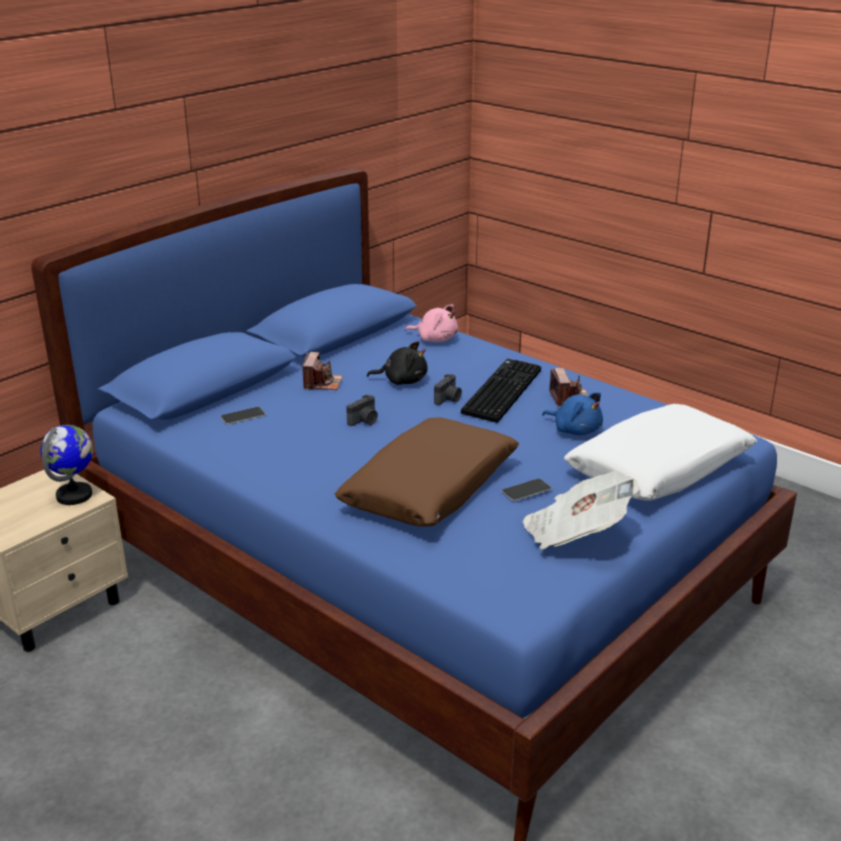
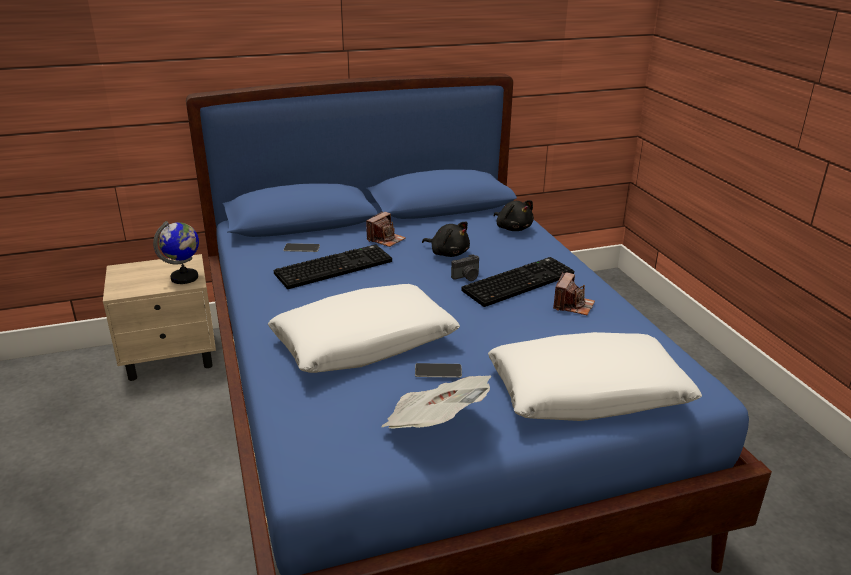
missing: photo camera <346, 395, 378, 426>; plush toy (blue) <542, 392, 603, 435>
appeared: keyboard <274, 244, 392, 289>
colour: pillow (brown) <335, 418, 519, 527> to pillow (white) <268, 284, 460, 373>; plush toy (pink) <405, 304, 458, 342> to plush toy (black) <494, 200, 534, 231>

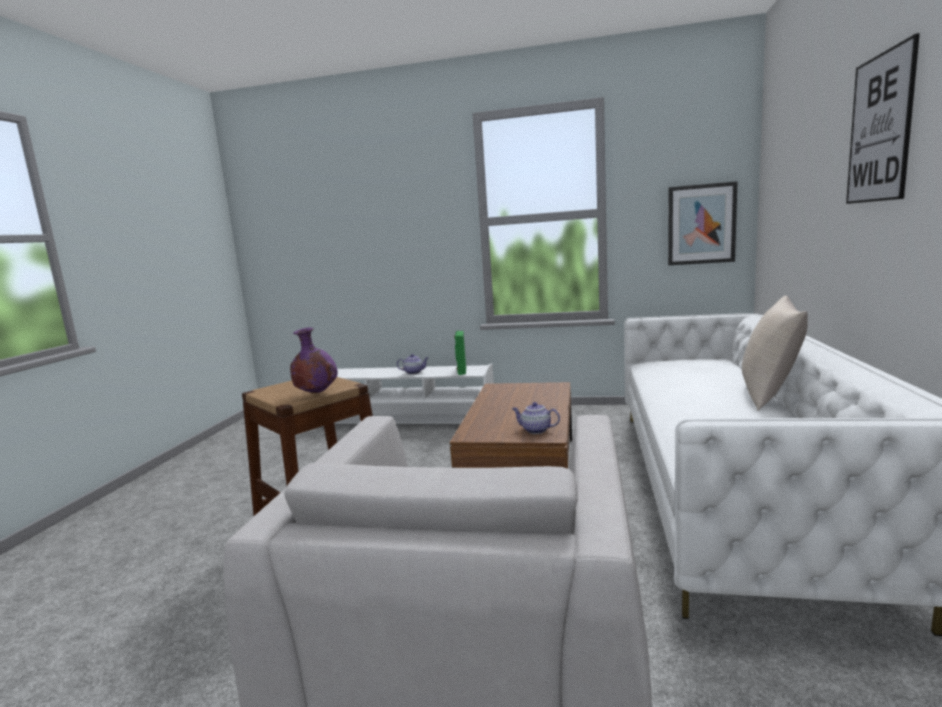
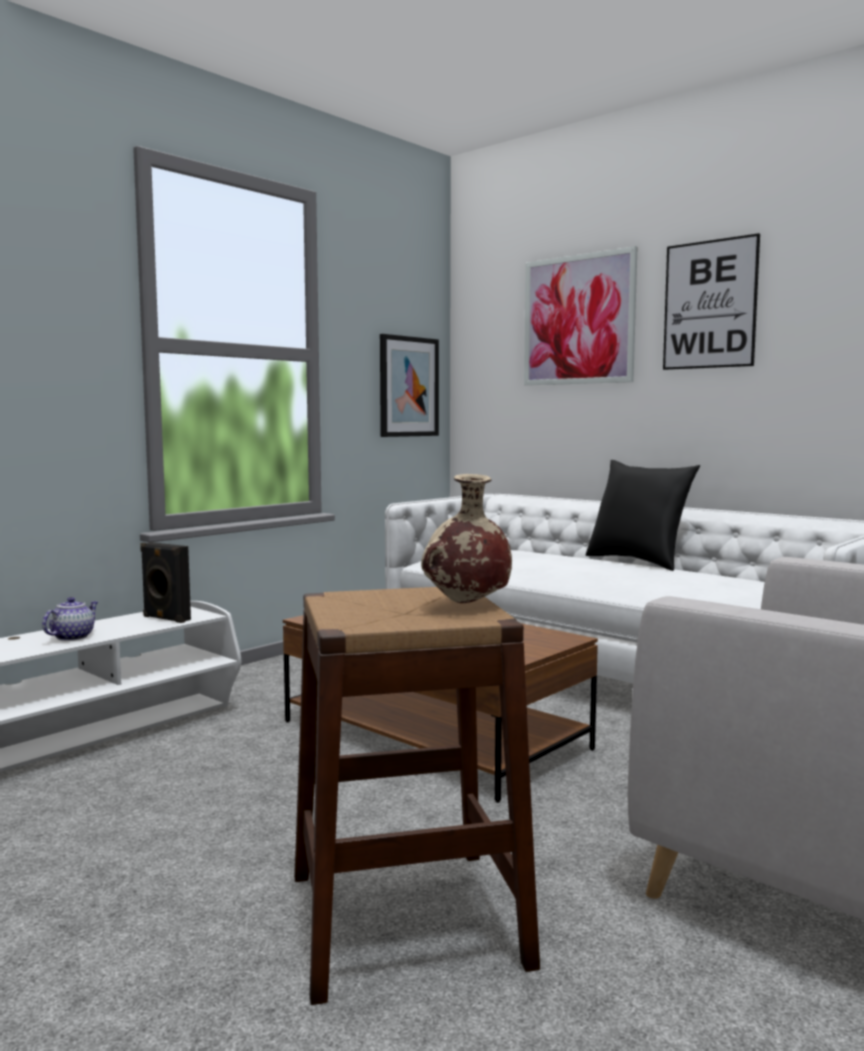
missing: teapot <512, 402, 560, 434>
appeared: picture <524, 246, 637, 385>
colour: vase (purple) <290, 327, 338, 393> to vase (beige) <421, 474, 512, 603>; speaker (green) <454, 331, 466, 375> to speaker (black) <140, 542, 191, 623>; pillow (beige) <742, 296, 808, 411> to pillow (black) <586, 460, 700, 571>

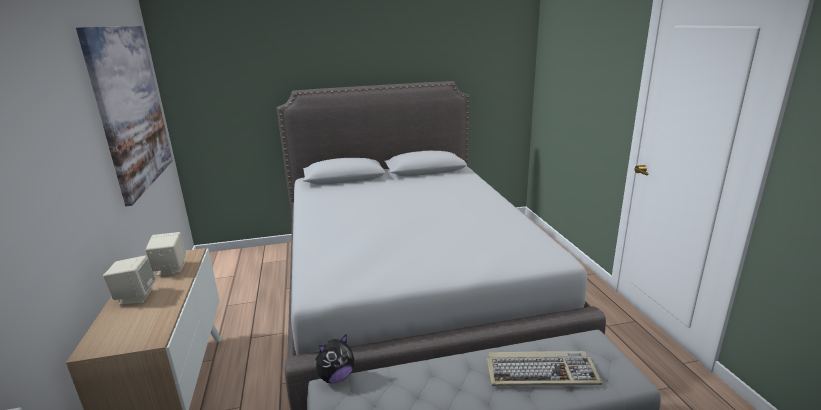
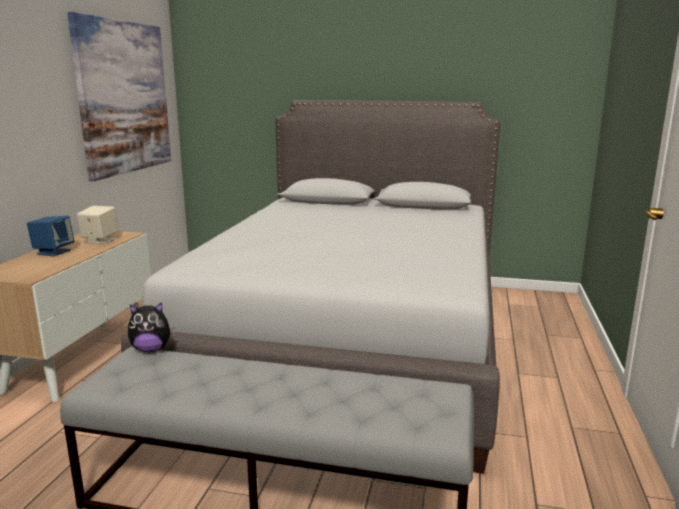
missing: keyboard <487, 351, 602, 386>
colour: speaker (beige) <103, 256, 156, 305> to speaker (blue) <27, 216, 74, 256>

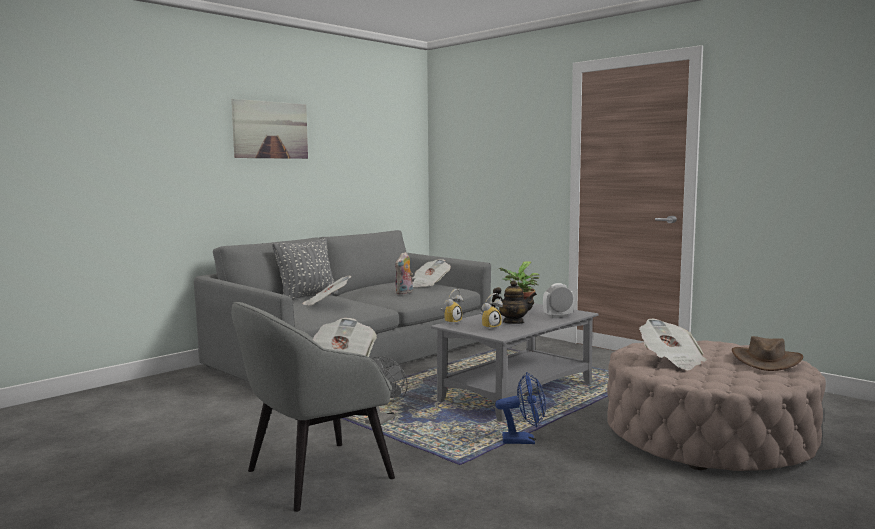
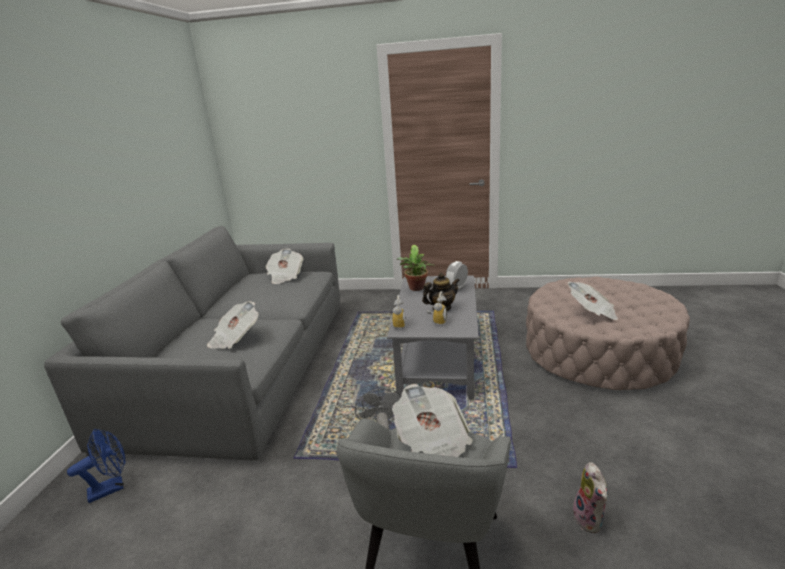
missing: picture <232, 99, 308, 159>; pillow (grey) <272, 238, 338, 299>; hat (brown) <732, 336, 803, 371>
relocated: plush toy <395, 252, 413, 294> to <573, 462, 609, 533>; fan (blue) <495, 372, 546, 444> to <67, 429, 126, 503>

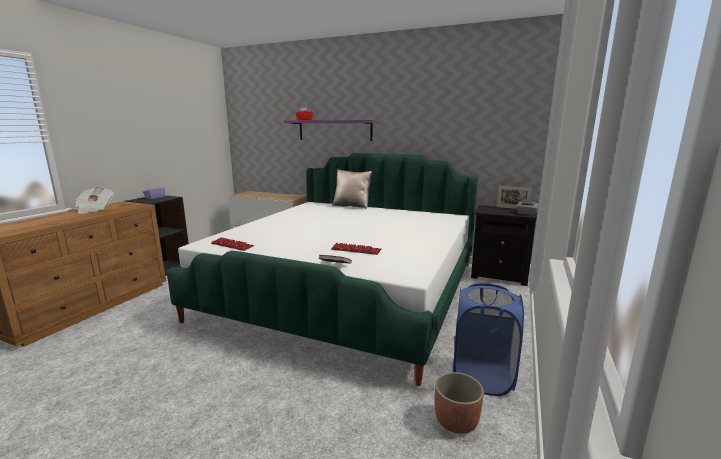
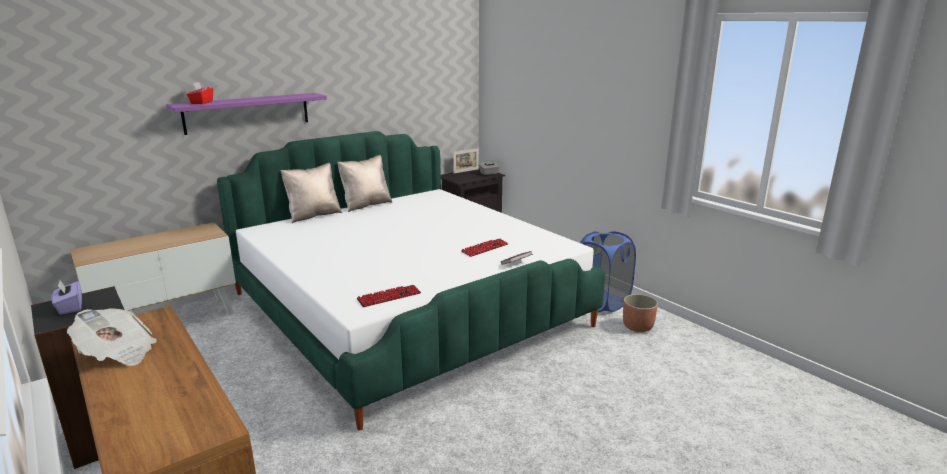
appeared: pillow (beige) <337, 155, 392, 212>

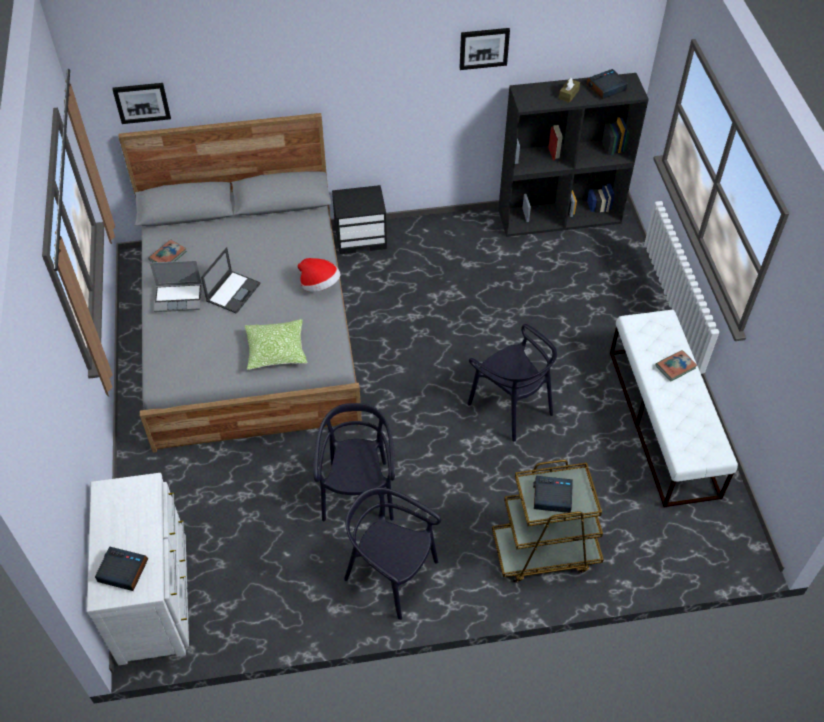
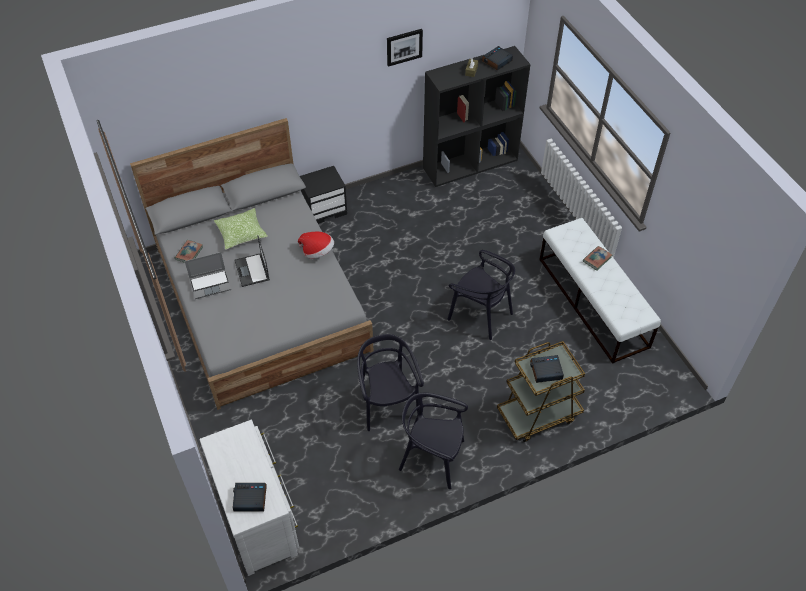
missing: picture <113, 83, 171, 124>
relocated: pillow <245, 319, 307, 370> to <214, 208, 268, 250>
spun: laptop <201, 247, 260, 314> = <234, 235, 270, 287> 150 degrees clockwise

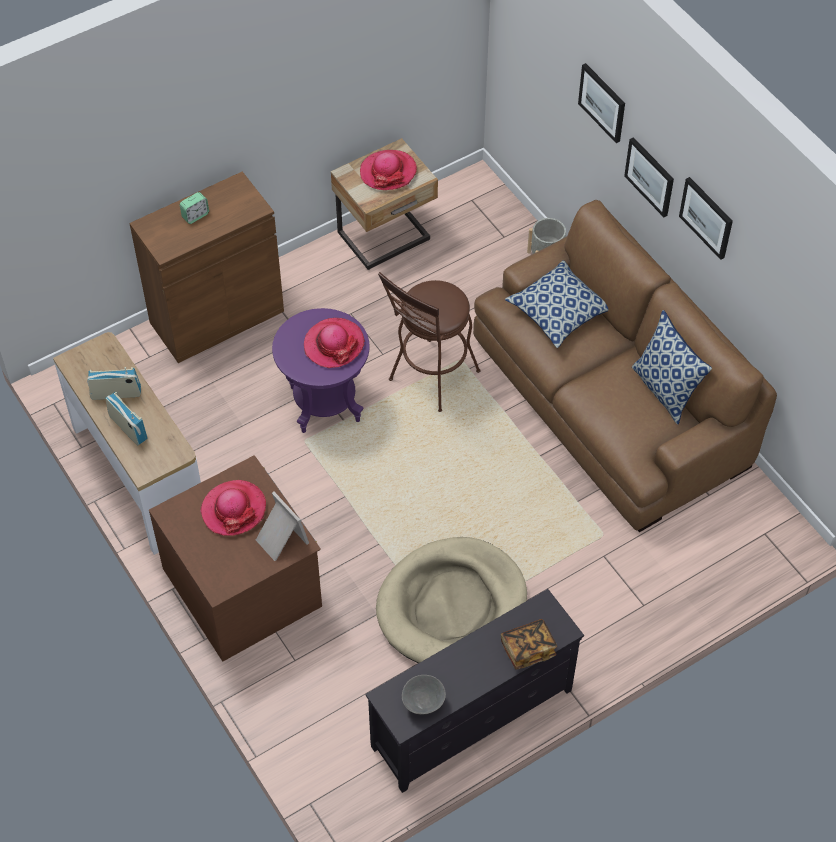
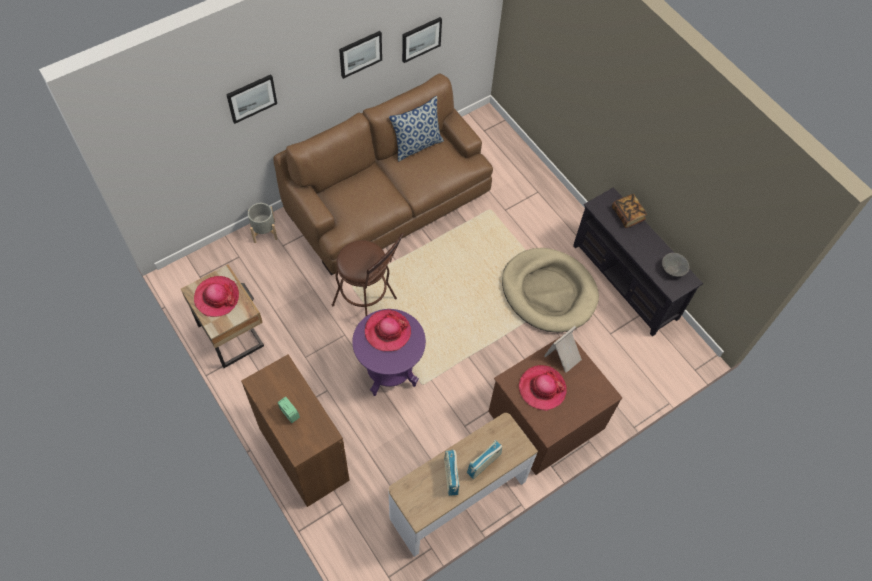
missing: pillow <505, 260, 609, 348>
relocated: picture <624, 137, 674, 217> to <402, 17, 442, 63>

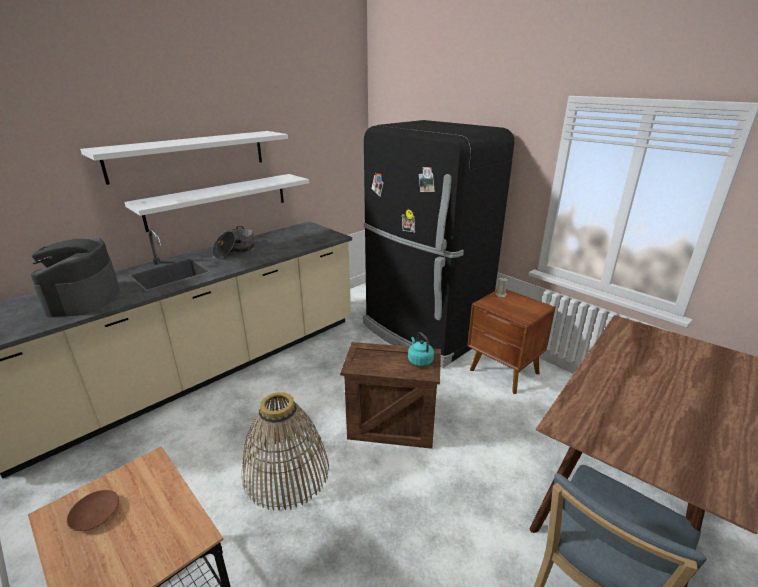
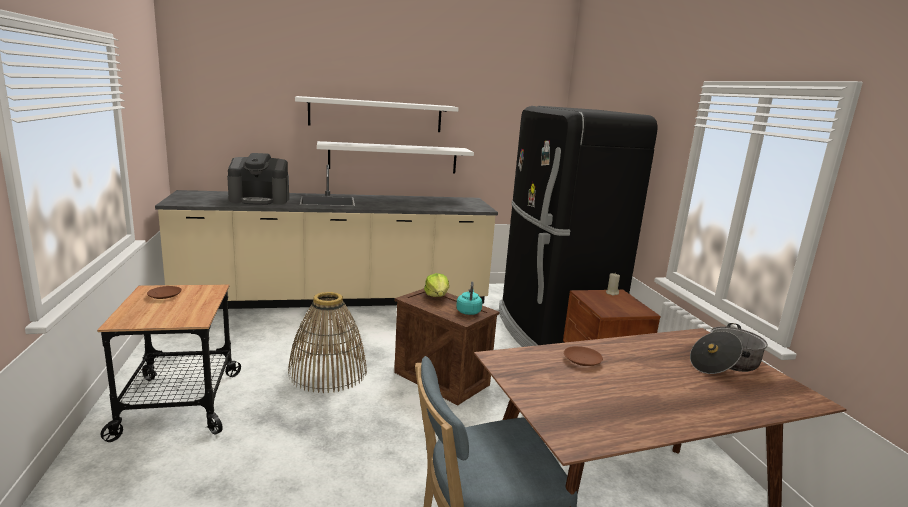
appeared: lettuce <424, 273, 449, 297>; plate (brown) <564, 346, 603, 366>
relocated: cooking pot <212, 226, 254, 259> to <690, 323, 768, 374>
spun: coffee machine <31, 238, 120, 317> = <227, 153, 289, 205> 120 degrees counterclockwise

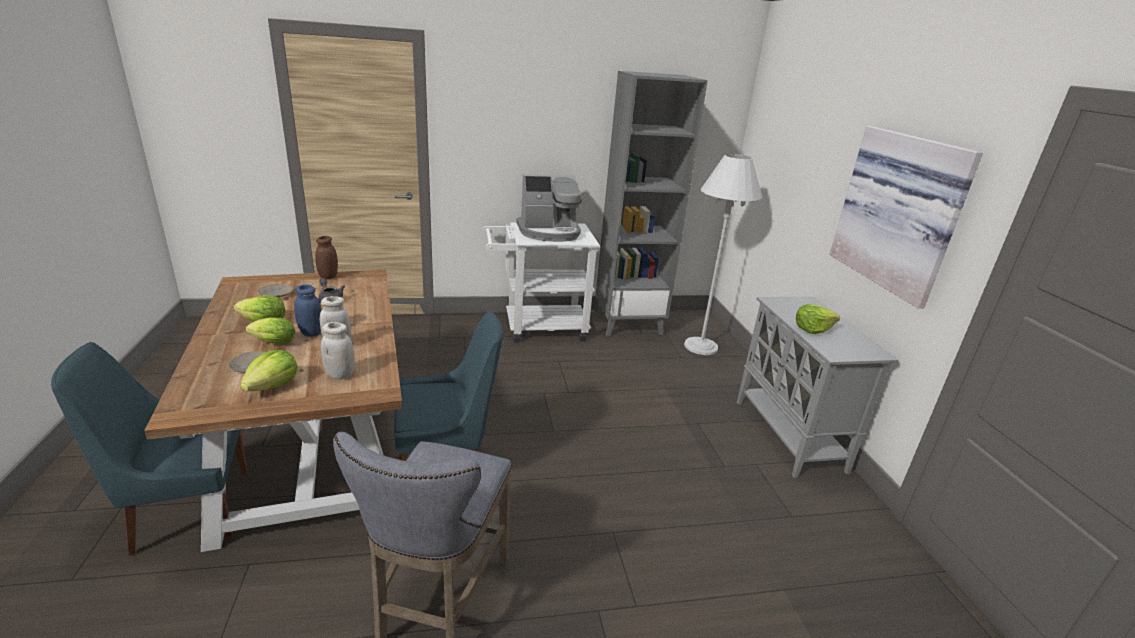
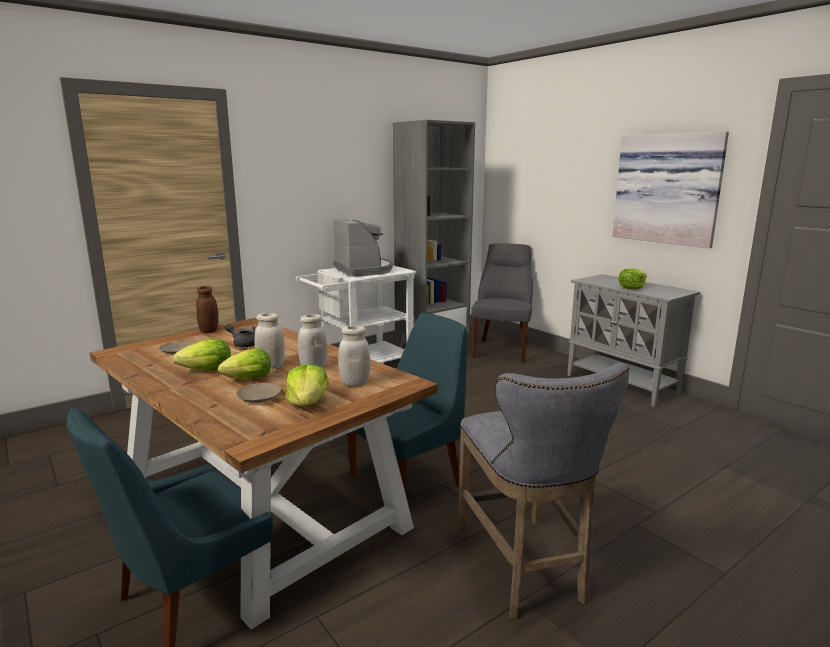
exchanged: floor lamp (white) <684, 154, 763, 355> to chair (grey) <471, 243, 533, 362>
colour: jar (blue) <294, 284, 322, 337> to jar (white) <255, 313, 285, 369>
spun: coffee machine <516, 174, 582, 242> = <333, 219, 393, 277> 75 degrees counterclockwise

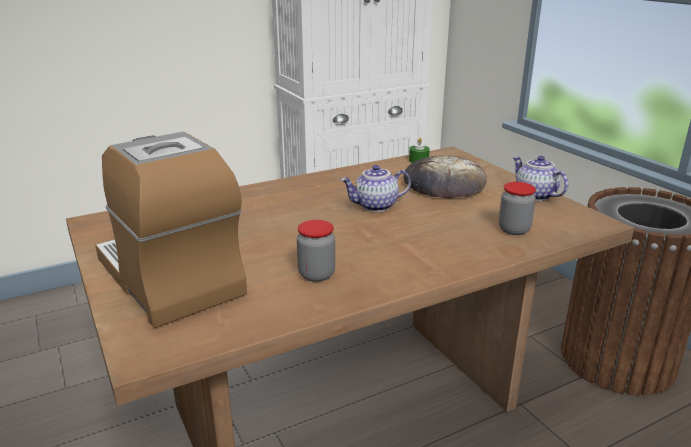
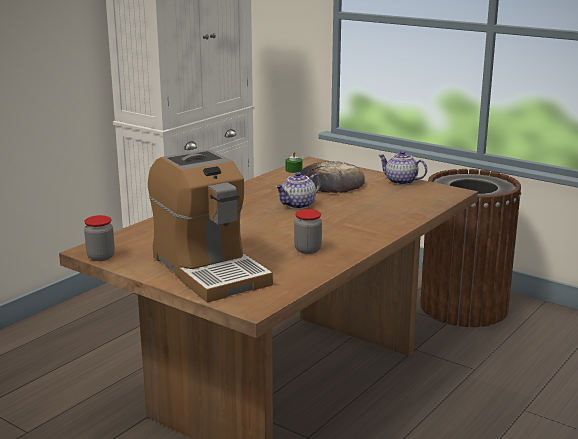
relocated: jar <499, 182, 536, 235> to <84, 215, 115, 261>
spun: coffee machine <95, 132, 247, 328> = <148, 149, 273, 303> 150 degrees counterclockwise

